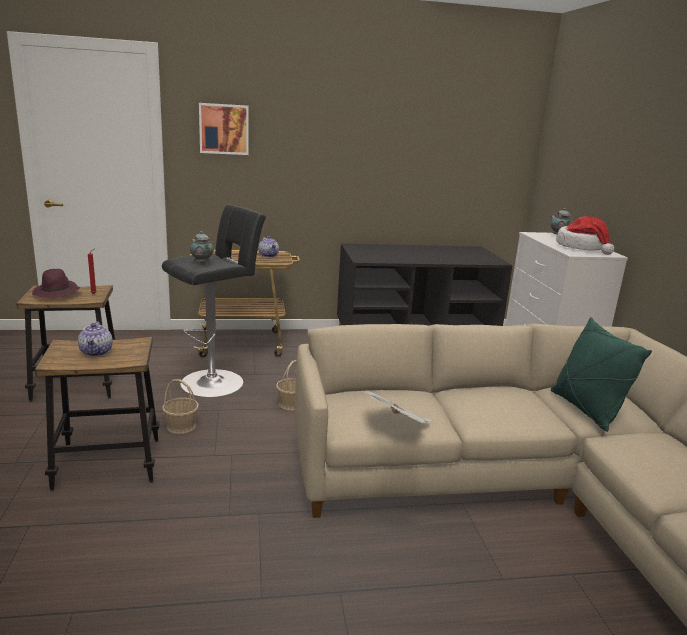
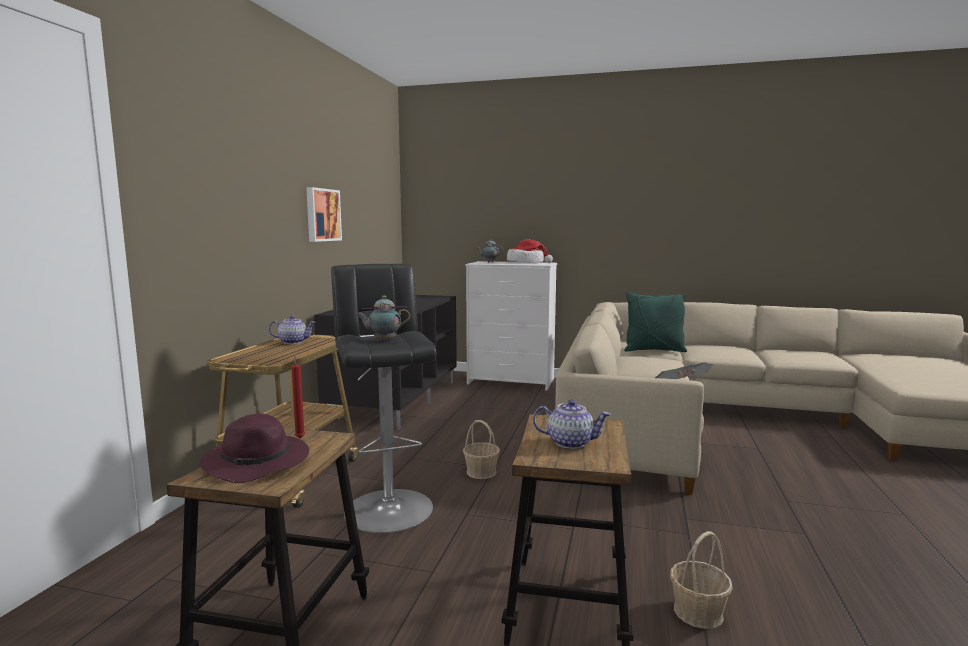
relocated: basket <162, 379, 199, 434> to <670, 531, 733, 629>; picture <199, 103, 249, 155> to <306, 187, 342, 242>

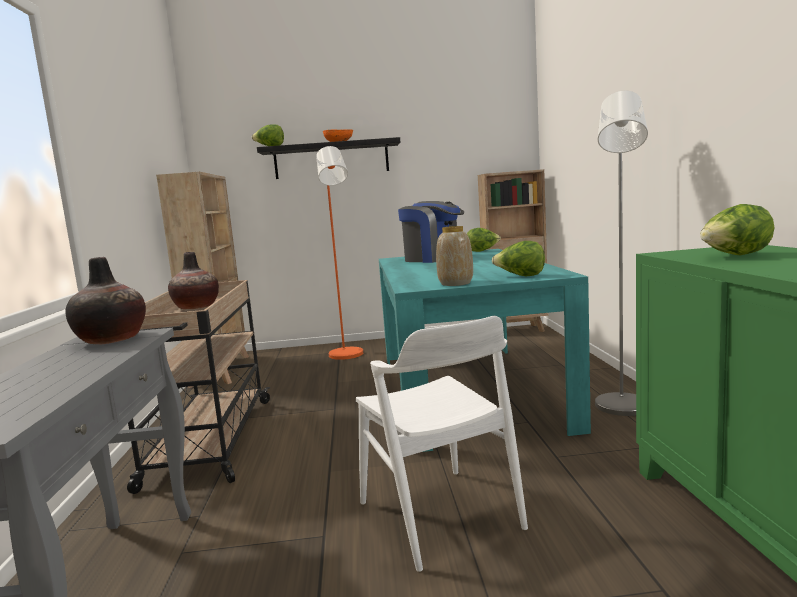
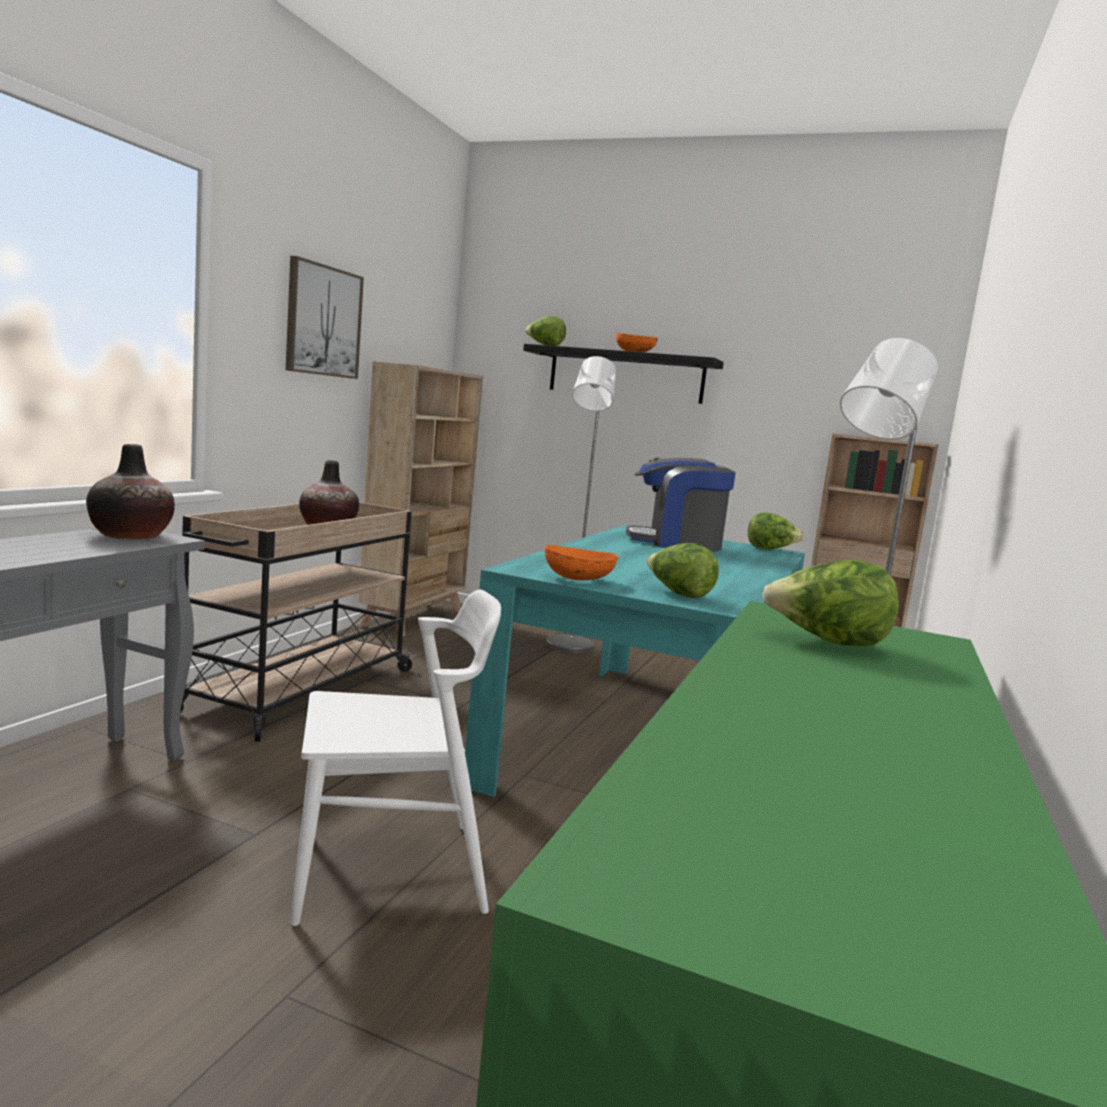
appeared: picture <286, 256, 364, 379>
exchanged: vase <436, 226, 473, 286> to bowl (orange) <544, 545, 619, 580>
colour: floor lamp (orange) <316, 146, 363, 360> to floor lamp (grey) <546, 356, 616, 653>
spun: chair (white) <356, 316, 528, 572> = <291, 589, 501, 926> 105 degrees counterclockwise; coffee machine <398, 201, 464, 263> = <626, 458, 736, 552> 120 degrees clockwise

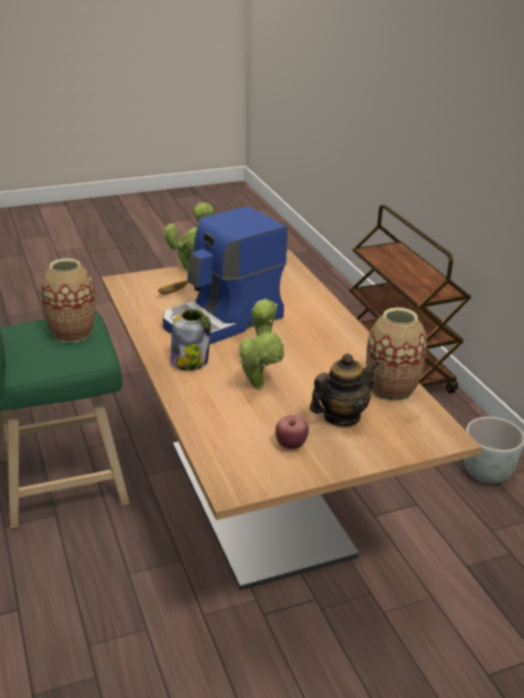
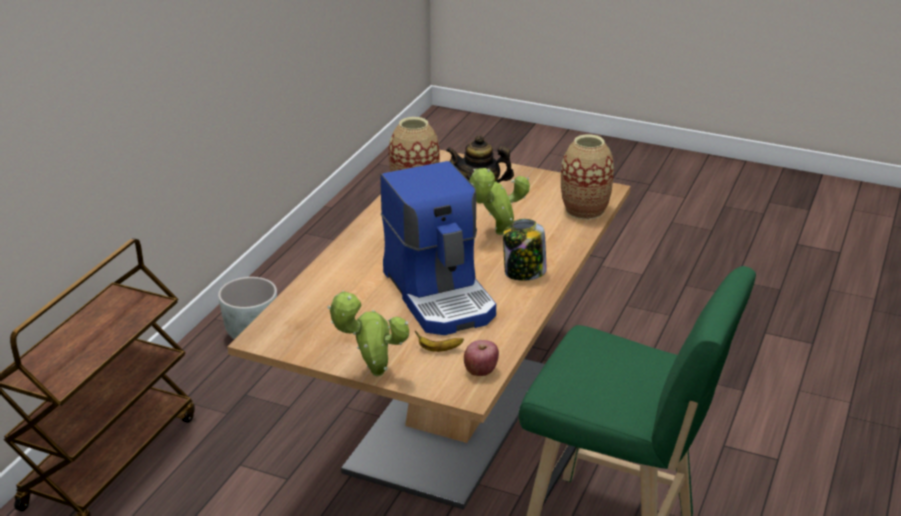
relocated: vase <41, 258, 96, 343> to <561, 134, 614, 220>; apple <275, 415, 309, 449> to <464, 340, 499, 376>
spun: coffee machine <163, 206, 288, 345> = <380, 161, 496, 335> 60 degrees clockwise

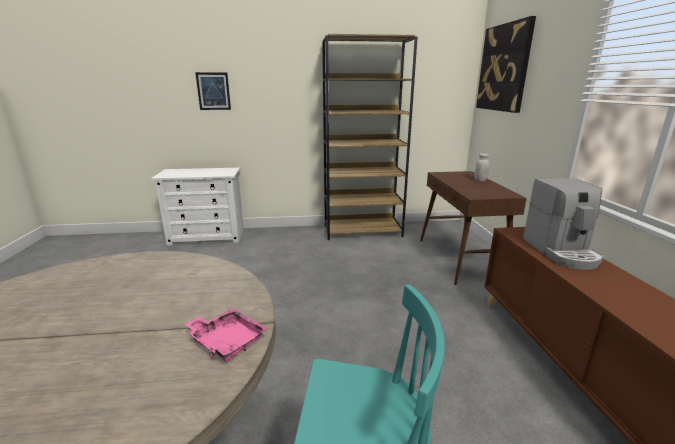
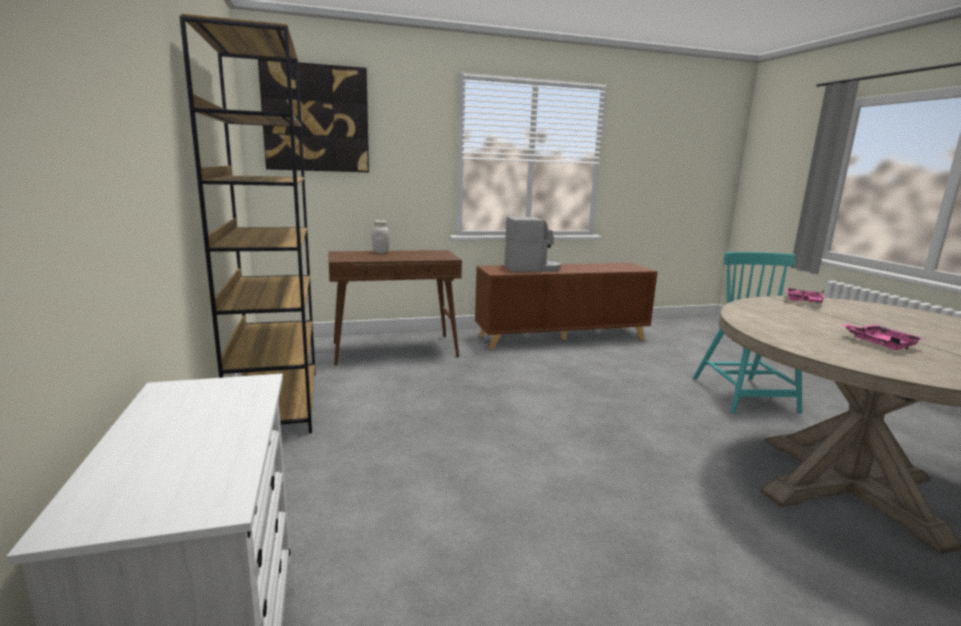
missing: picture <195, 72, 231, 110>
appeared: tray (pink) <840, 324, 925, 350>

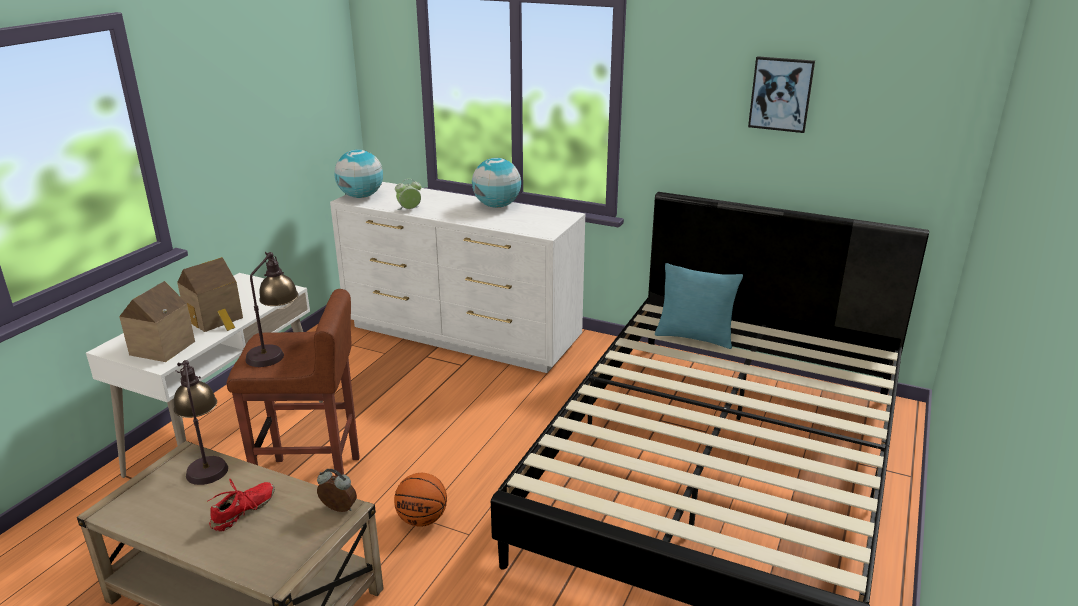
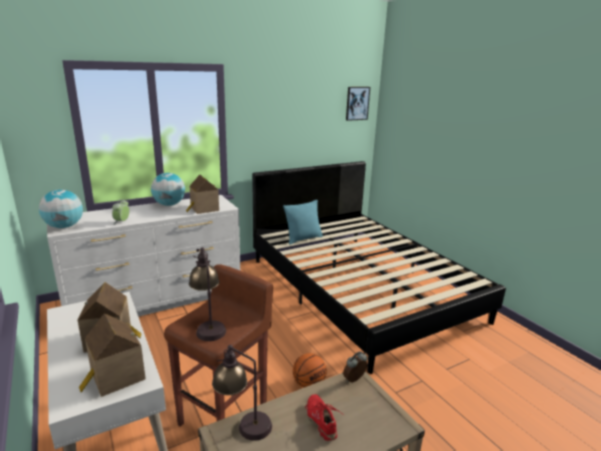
appeared: toy house <186, 175, 219, 214>
relocated: picture <748, 56, 815, 133> to <346, 87, 370, 121>

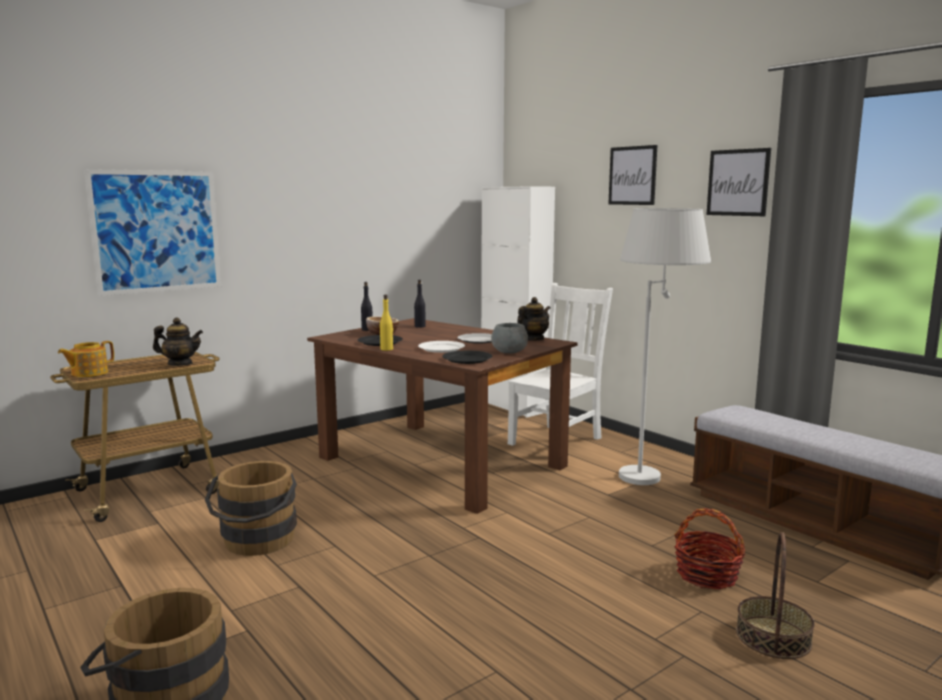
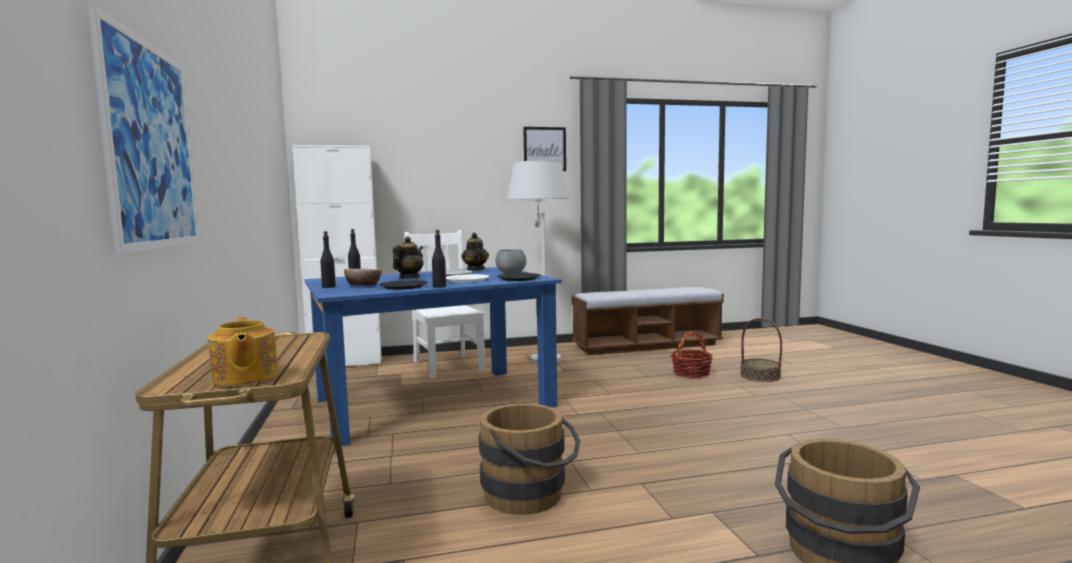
missing: picture <608, 145, 657, 205>
relocated: teapot <153, 318, 203, 366> to <392, 237, 423, 279>
colour: dining table (brown) <307, 318, 578, 514> to dining table (blue) <305, 267, 562, 446>; bottle (yellow) <380, 295, 393, 351> to bottle (black) <432, 230, 446, 288>

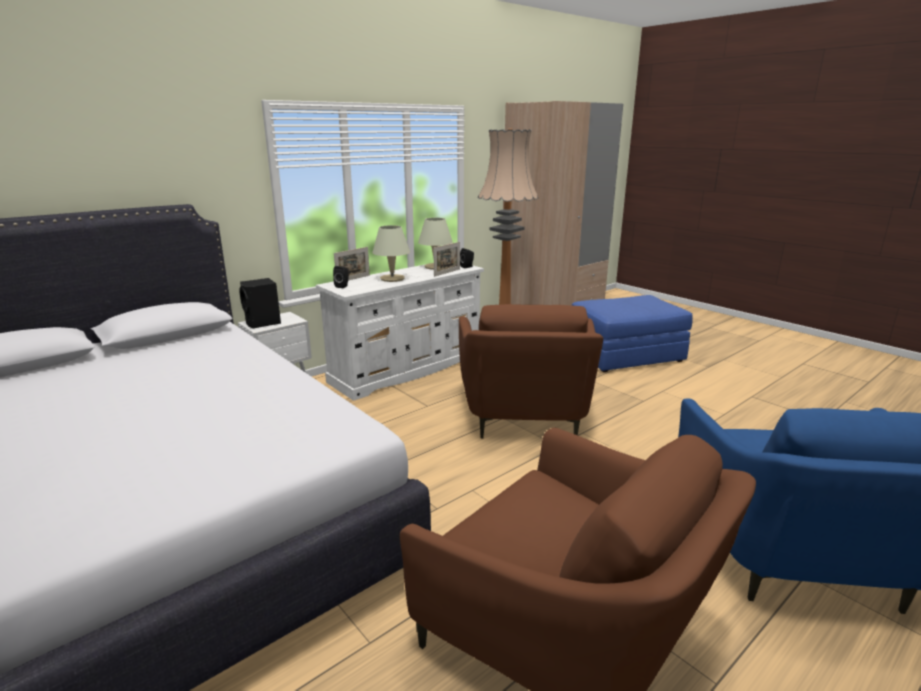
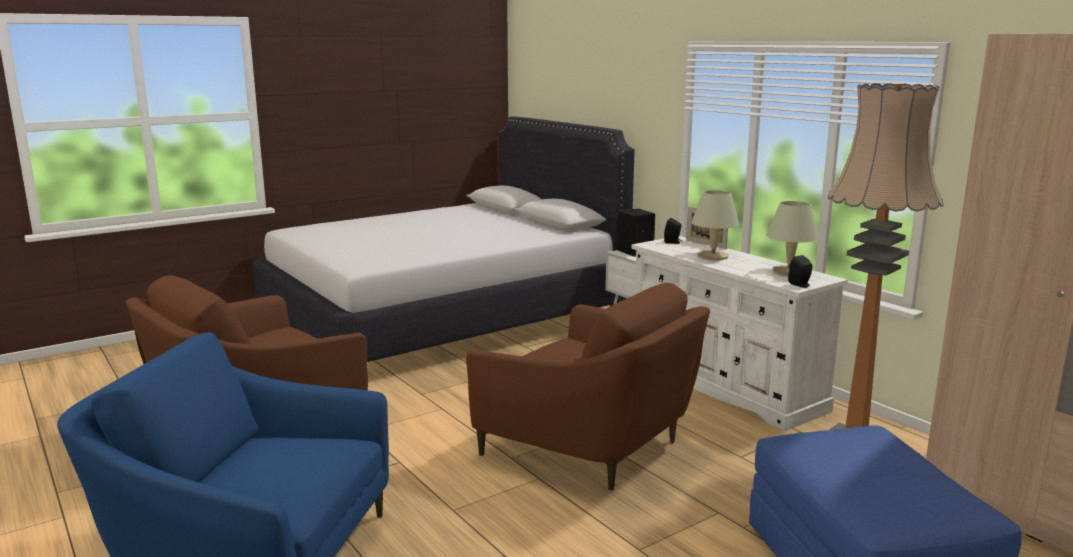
missing: picture frame <433, 242, 460, 277>
spun: armchair (brown) <459, 304, 603, 438> = <466, 283, 710, 491> 150 degrees counterclockwise

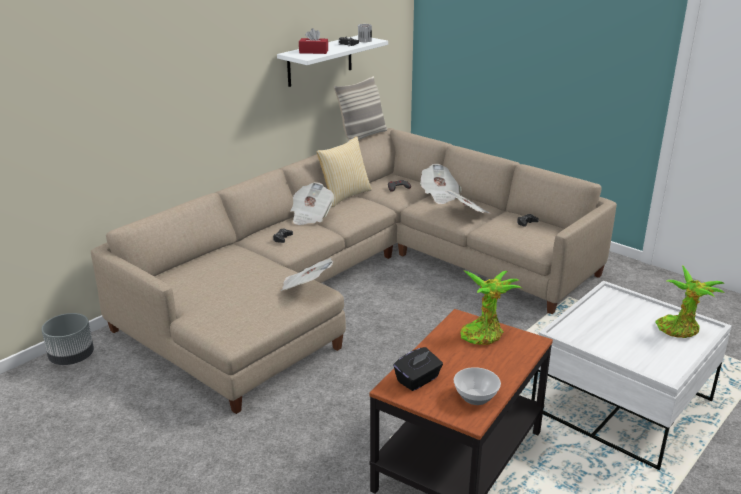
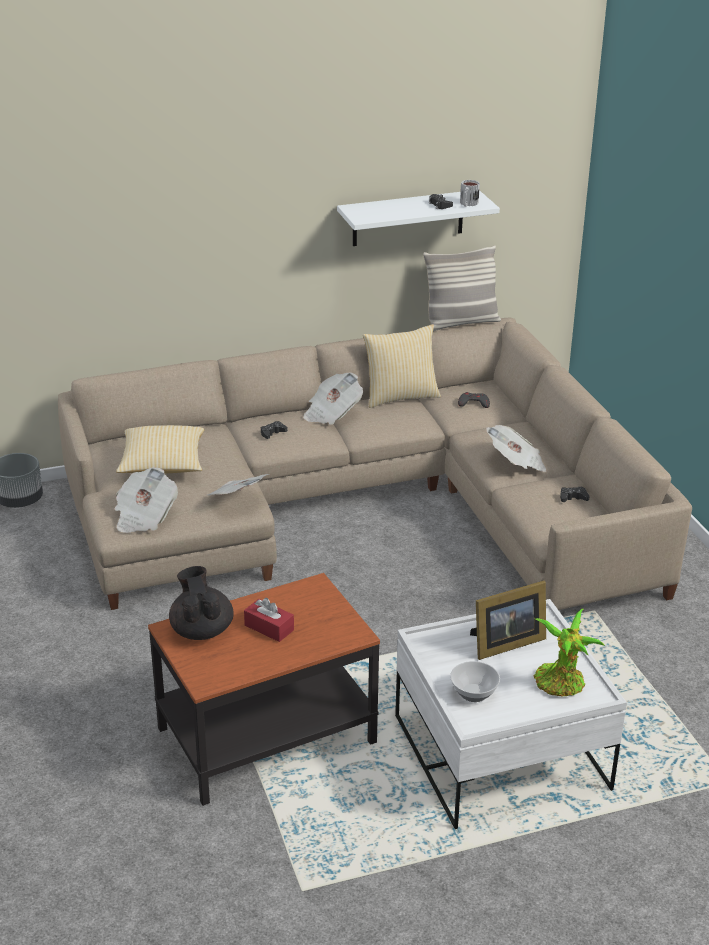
missing: potted plant <461, 271, 522, 345>
appeared: pillow <116, 425, 204, 473>; picture frame <470, 581, 546, 660>
relocated: tissue box (red) <299, 28, 328, 54> to <244, 598, 294, 642>; newspaper <420, 164, 461, 204> to <115, 467, 178, 533>; bowl <454, 367, 501, 405> to <450, 661, 500, 702>
exchanged: tissue box (black) <394, 347, 443, 391> to teapot (black) <169, 566, 234, 640>

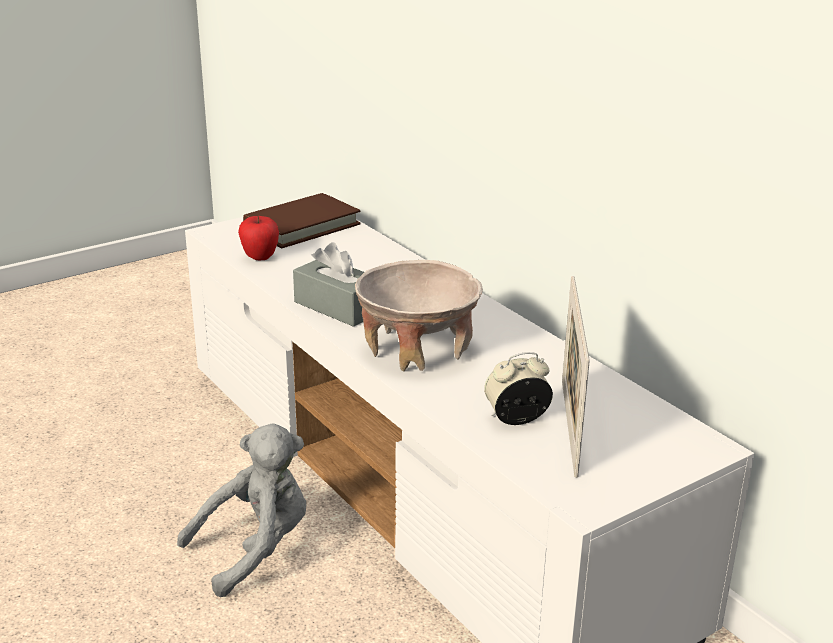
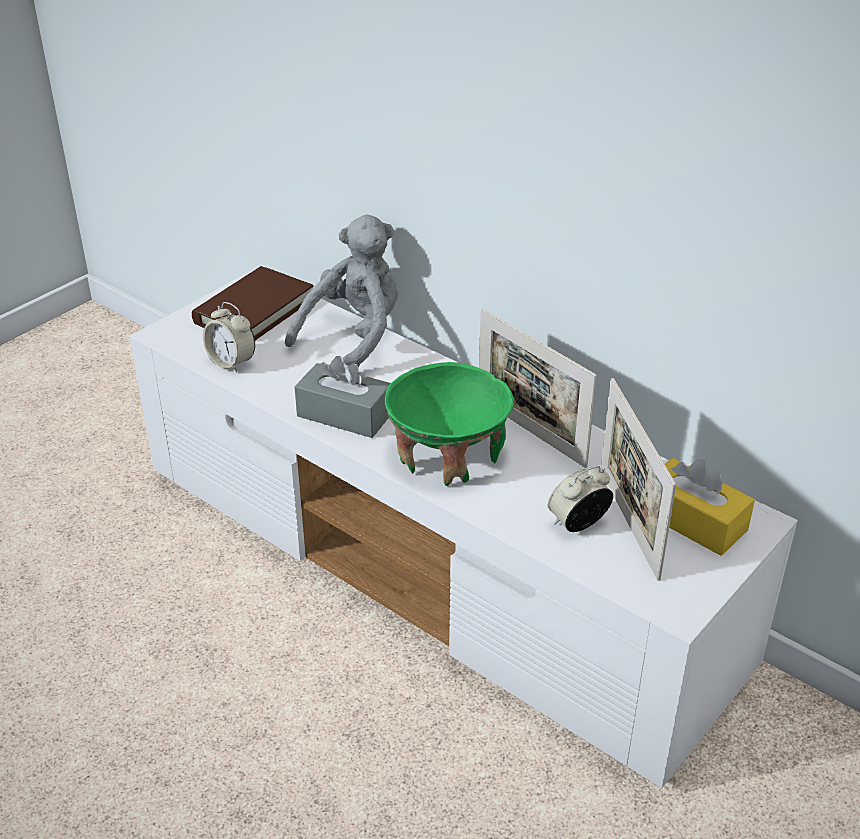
appeared: picture frame <479, 308, 597, 468>; tissue box (yellow) <665, 458, 755, 556>
relocated: plush toy (grey) <177, 423, 307, 597> to <285, 214, 398, 367>
exchanged: apple <238, 216, 279, 260> to alarm clock <203, 302, 255, 373>
colour: bowl (beige) <355, 260, 483, 371> to bowl (green) <385, 362, 514, 486>

